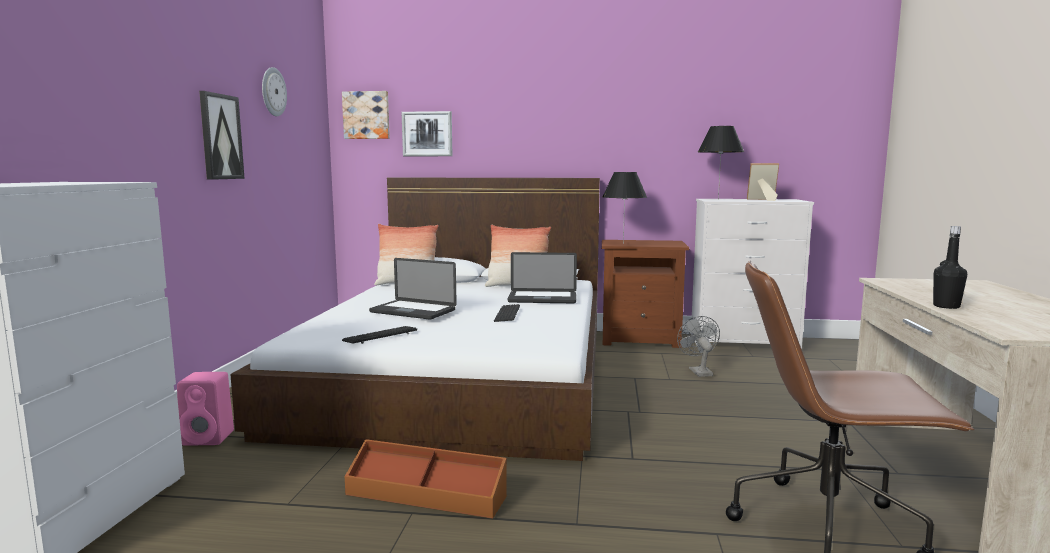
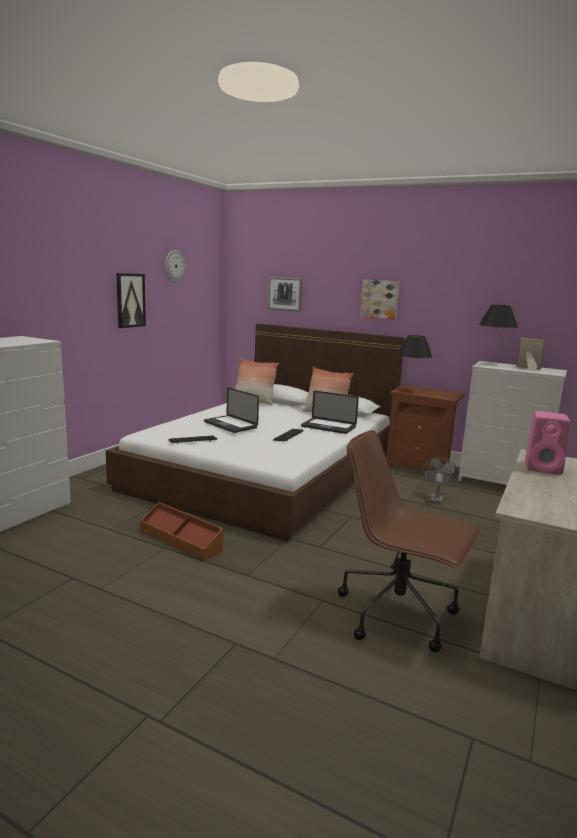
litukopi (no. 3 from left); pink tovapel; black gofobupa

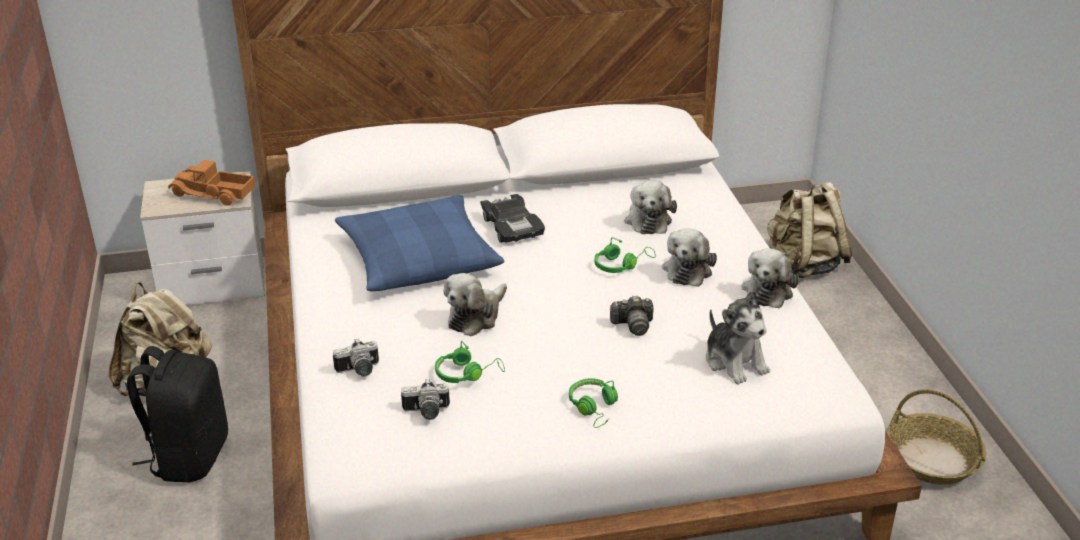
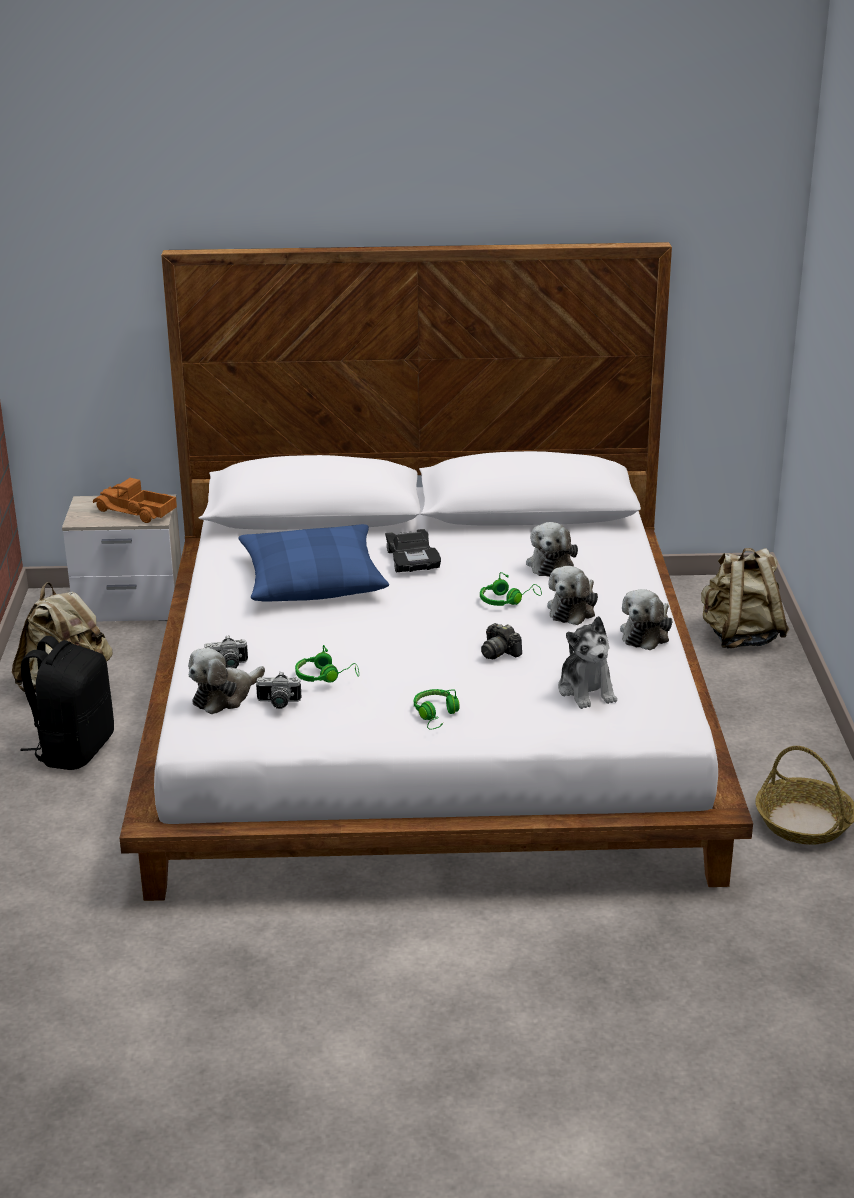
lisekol (no. 1 from left); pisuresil (no. 3 from left)

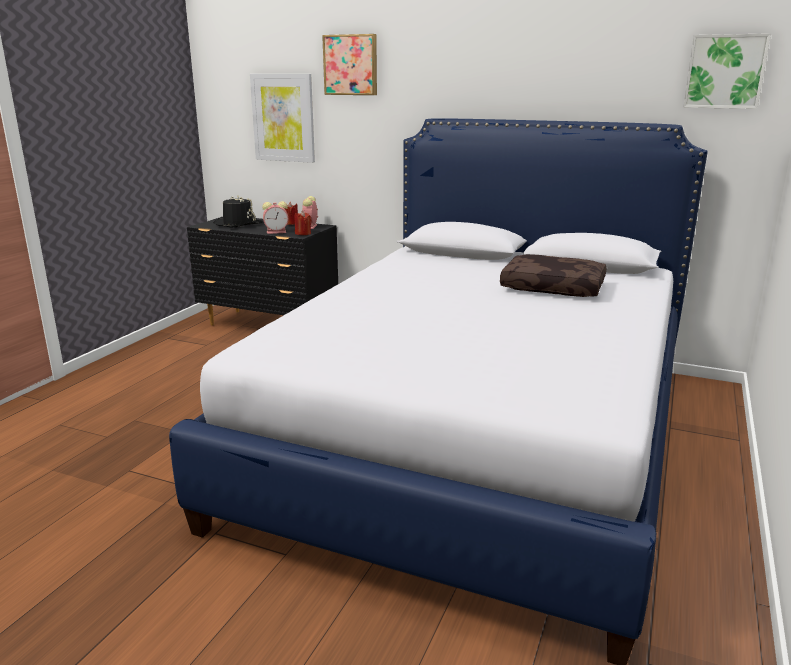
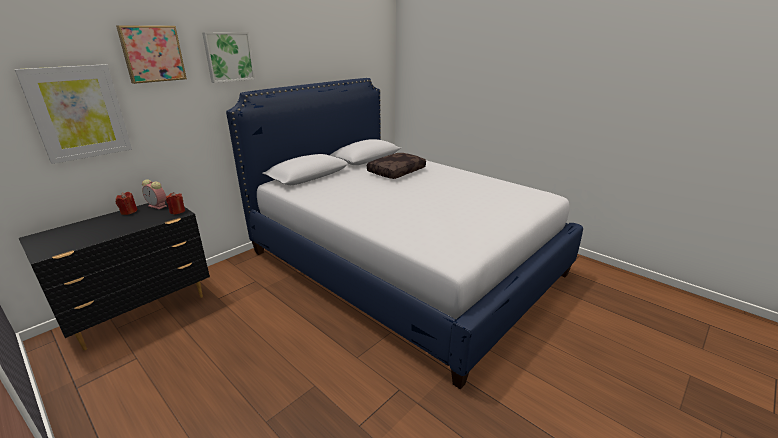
litukopi (no. 3 from left); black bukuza; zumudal (no. 1 from left in the first image)

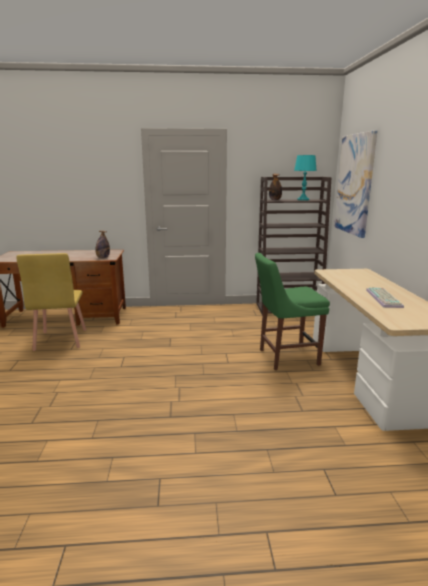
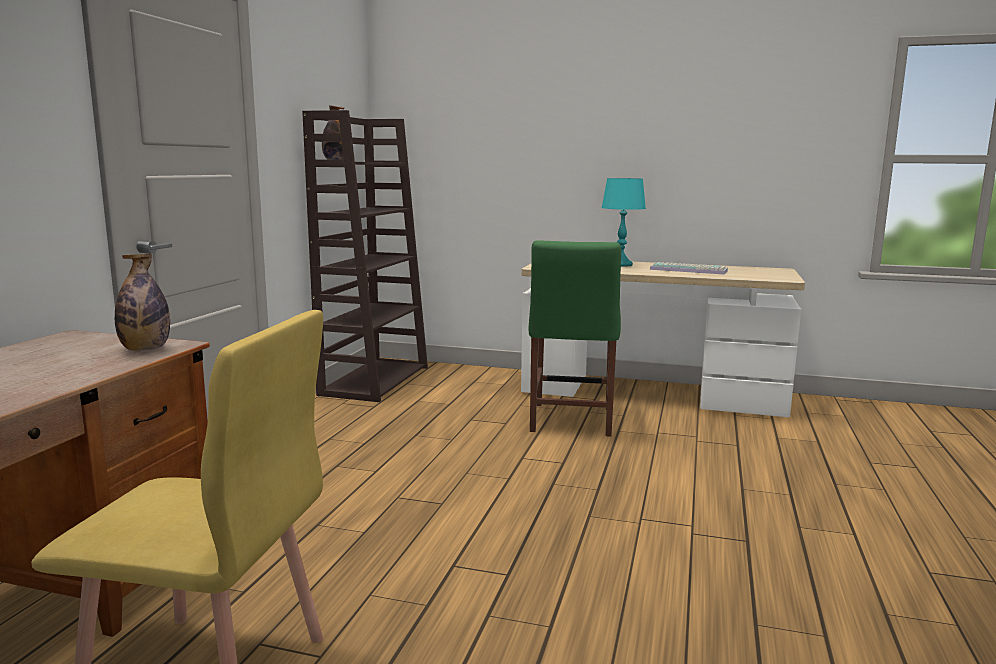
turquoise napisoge; litukopi

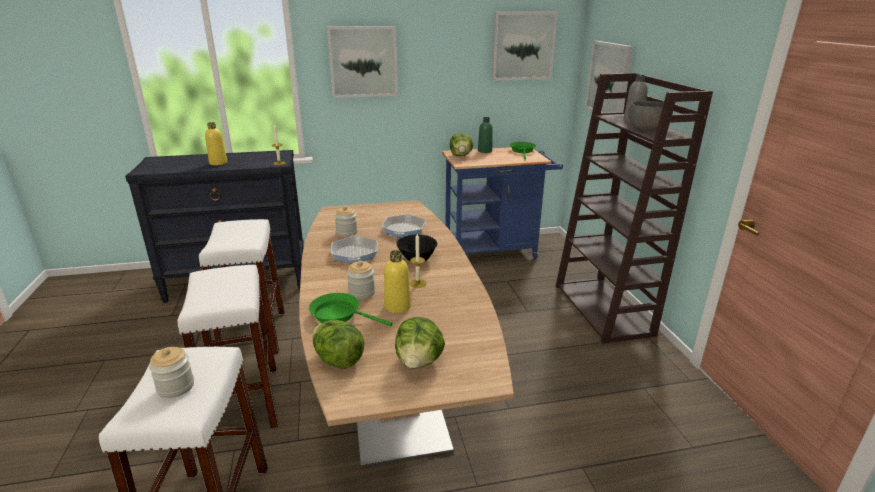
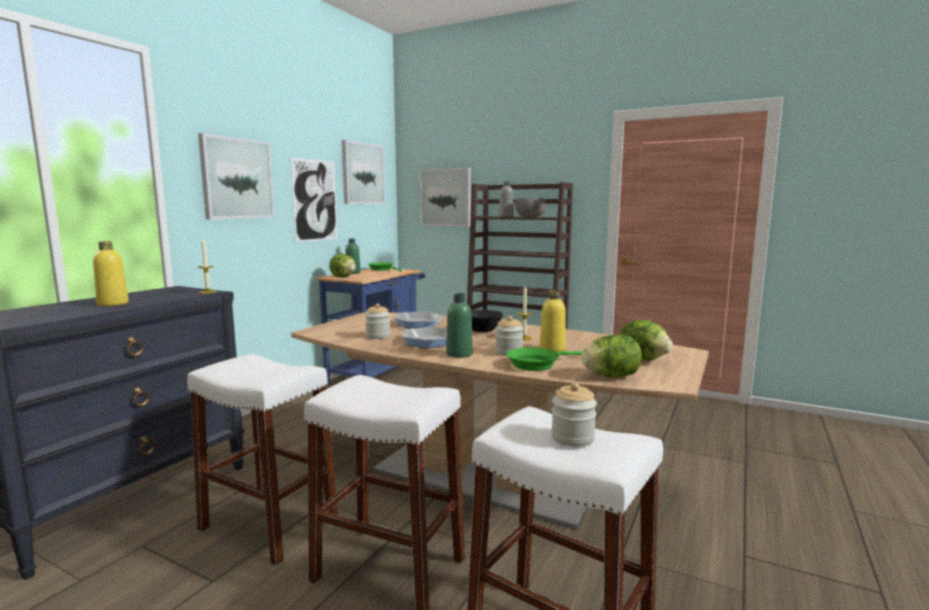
litukopi (no. 2 from left); green gofobupa (no. 2 from left)

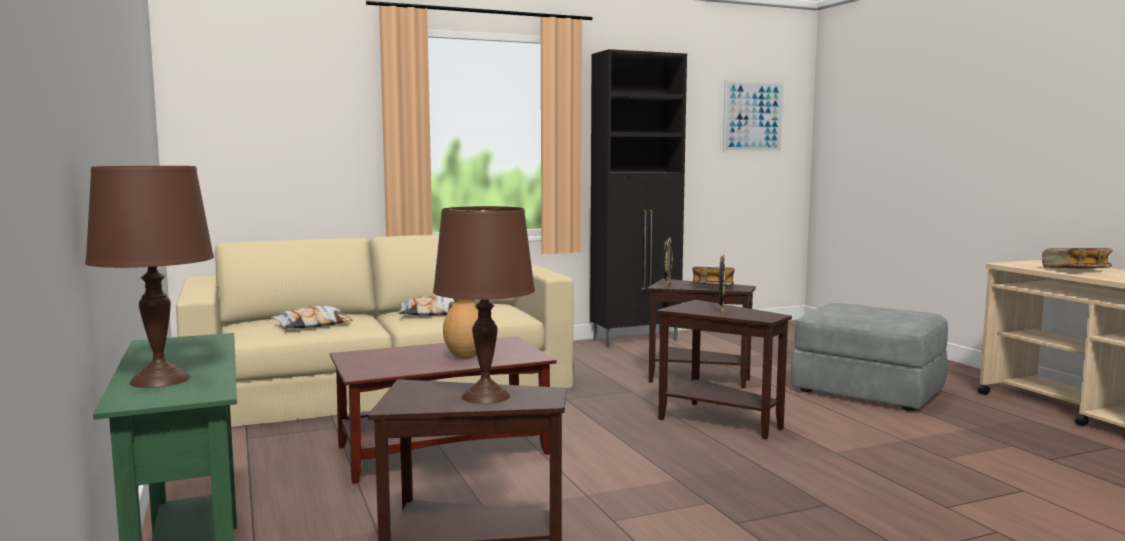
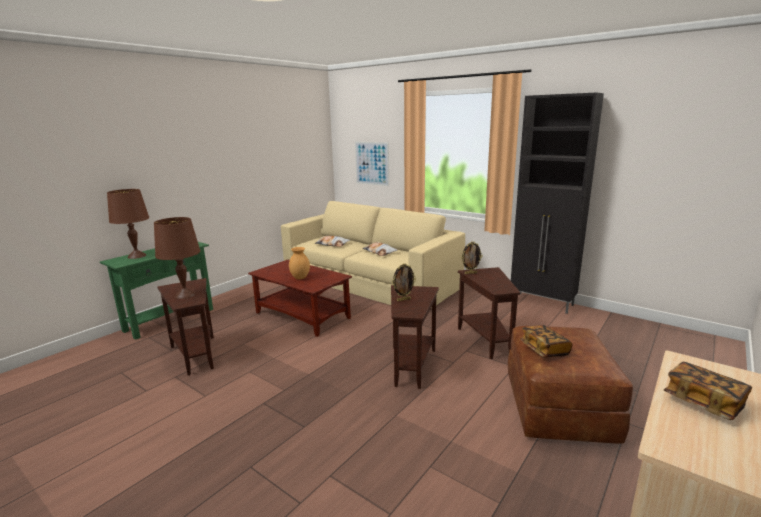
litukopi; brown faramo; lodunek (no. 1 from left)

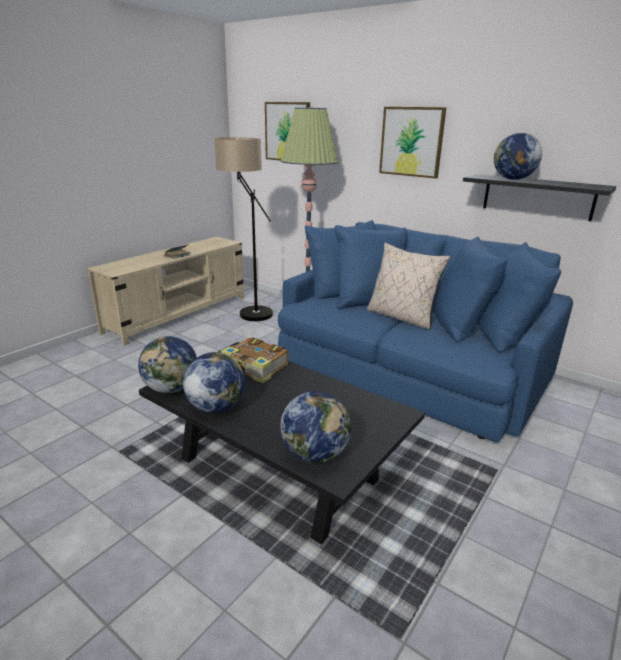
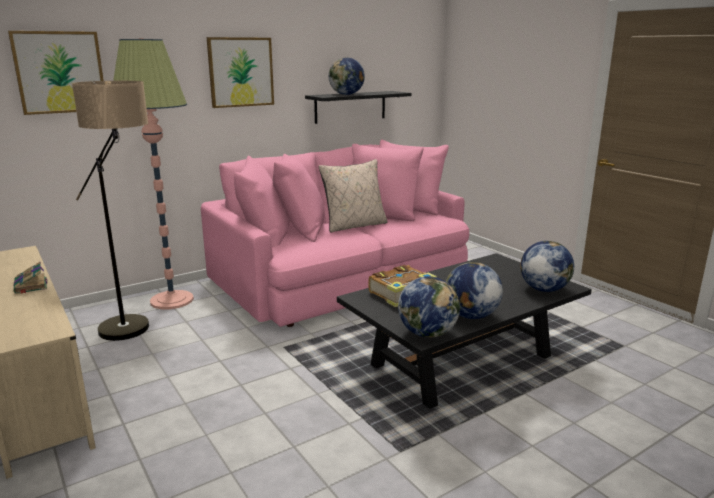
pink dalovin

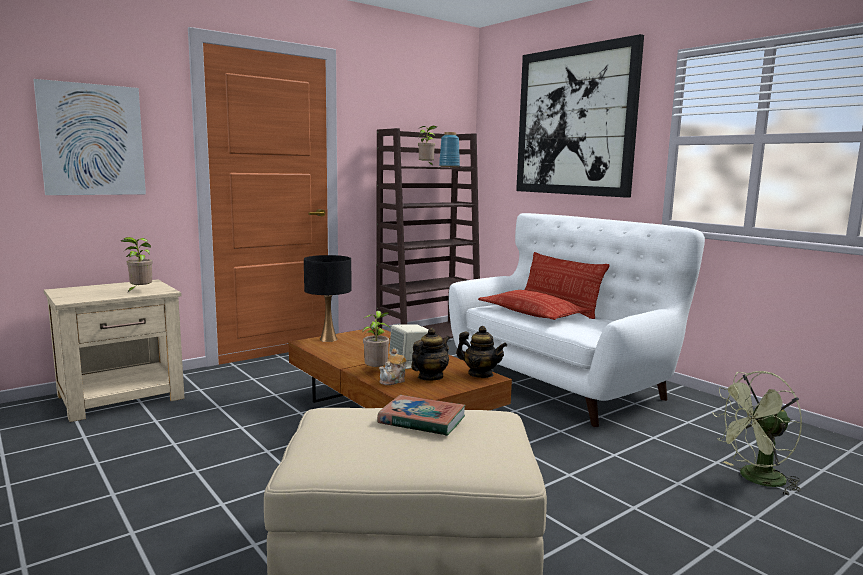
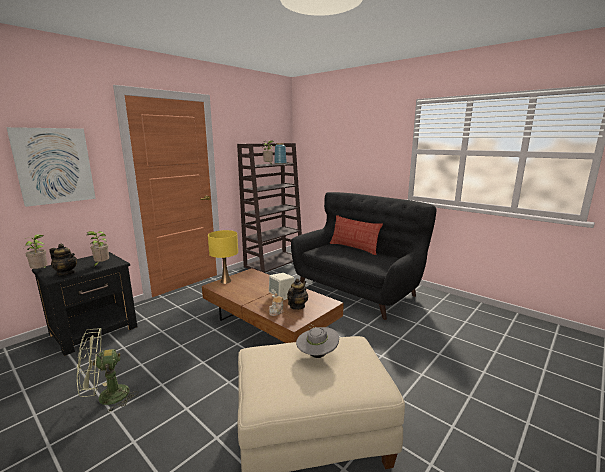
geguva (no. 1 from left); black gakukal; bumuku (no. 1 from left); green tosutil; yellow napisoge; black dalovin; grey bukuza; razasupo (no. 1 from left in the first image); litukopi (no. 2 from left in the first image)

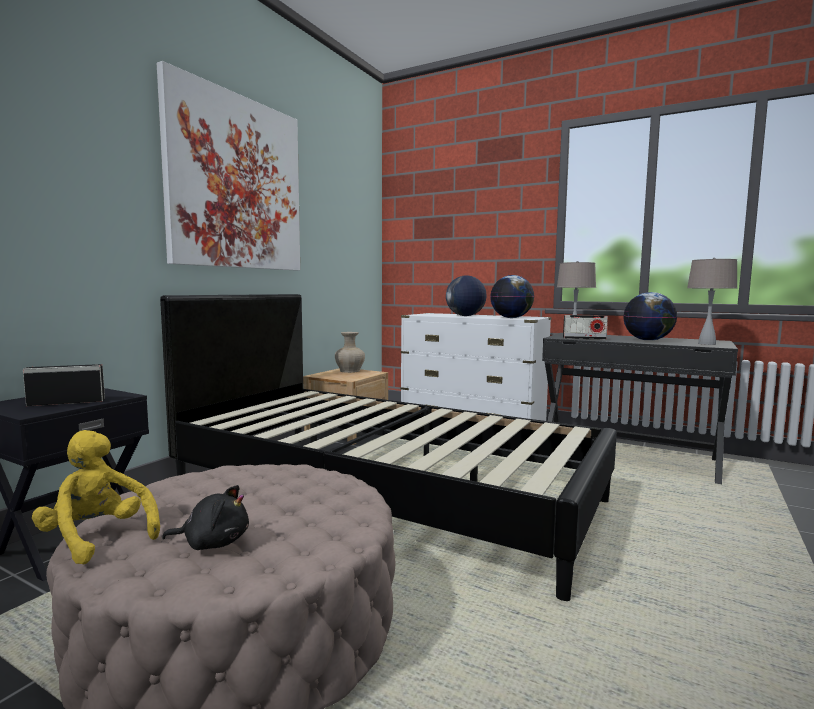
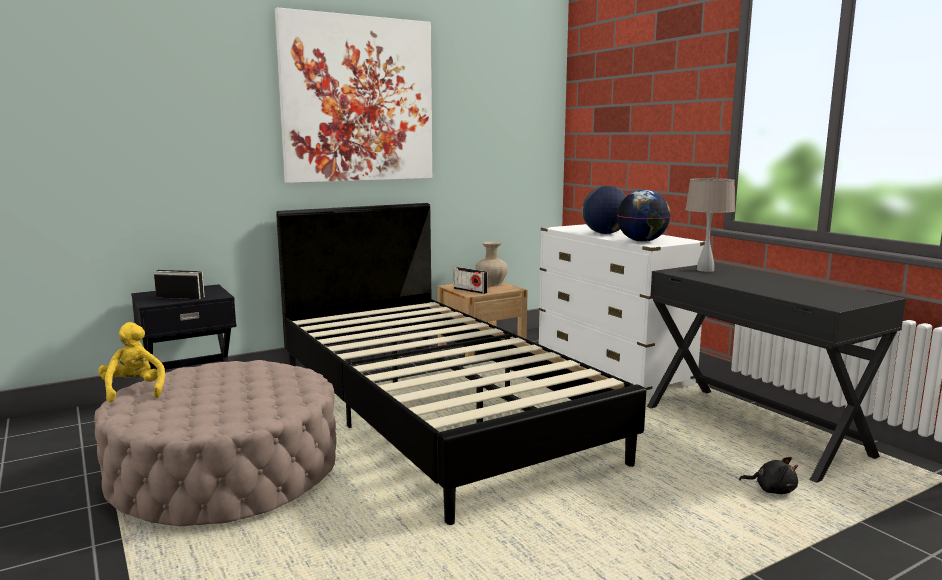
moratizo (no. 2 from left); black lisekol; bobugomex (no. 3 from left in the first image); beige napisoge (no. 2 from left in the first image)

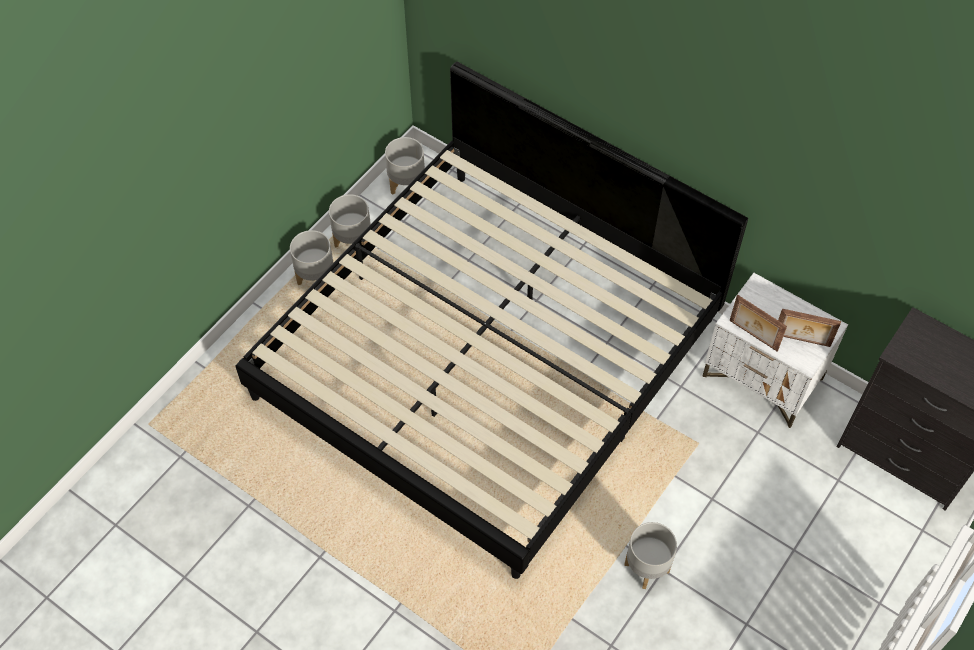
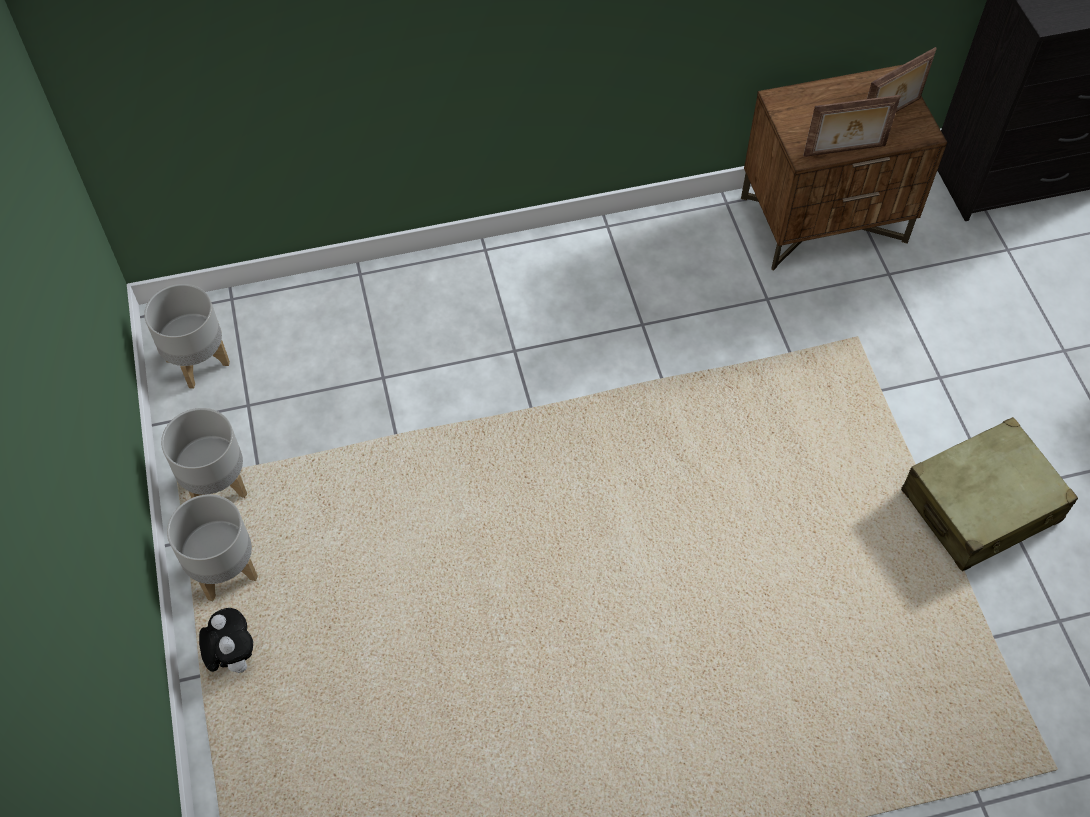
lisekol; brown gakukal; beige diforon; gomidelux

